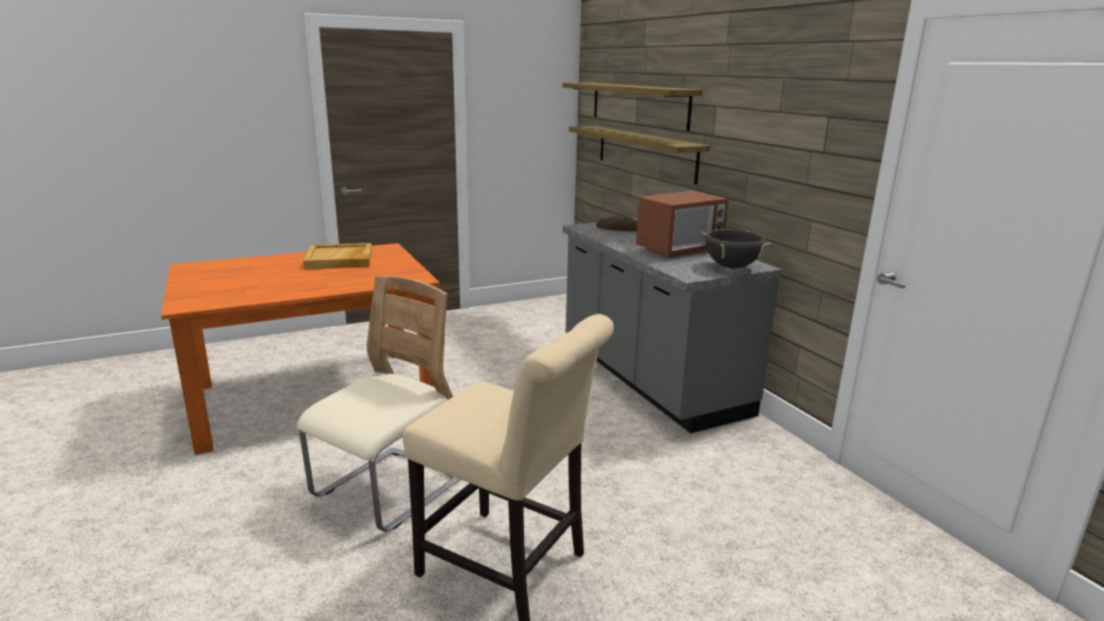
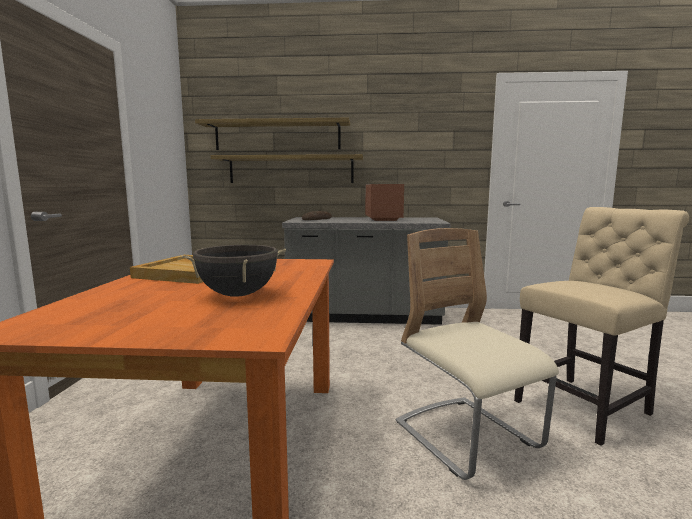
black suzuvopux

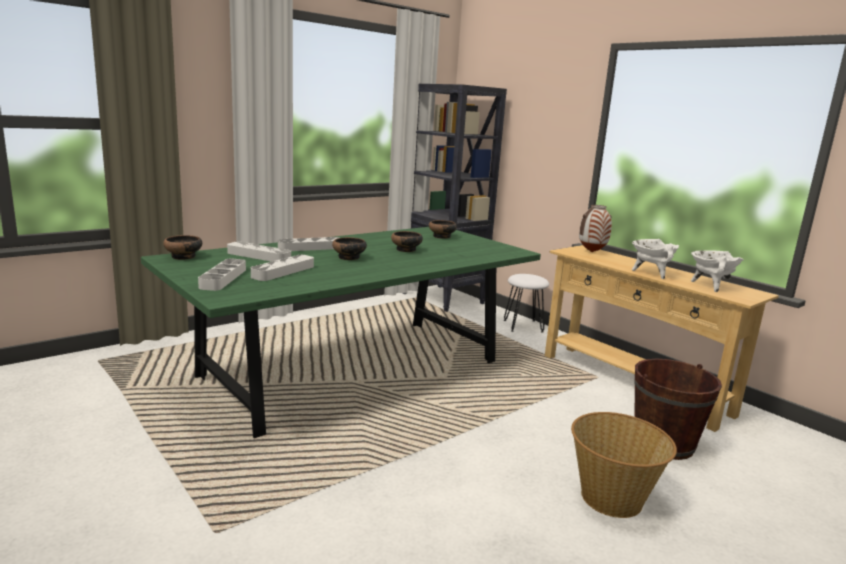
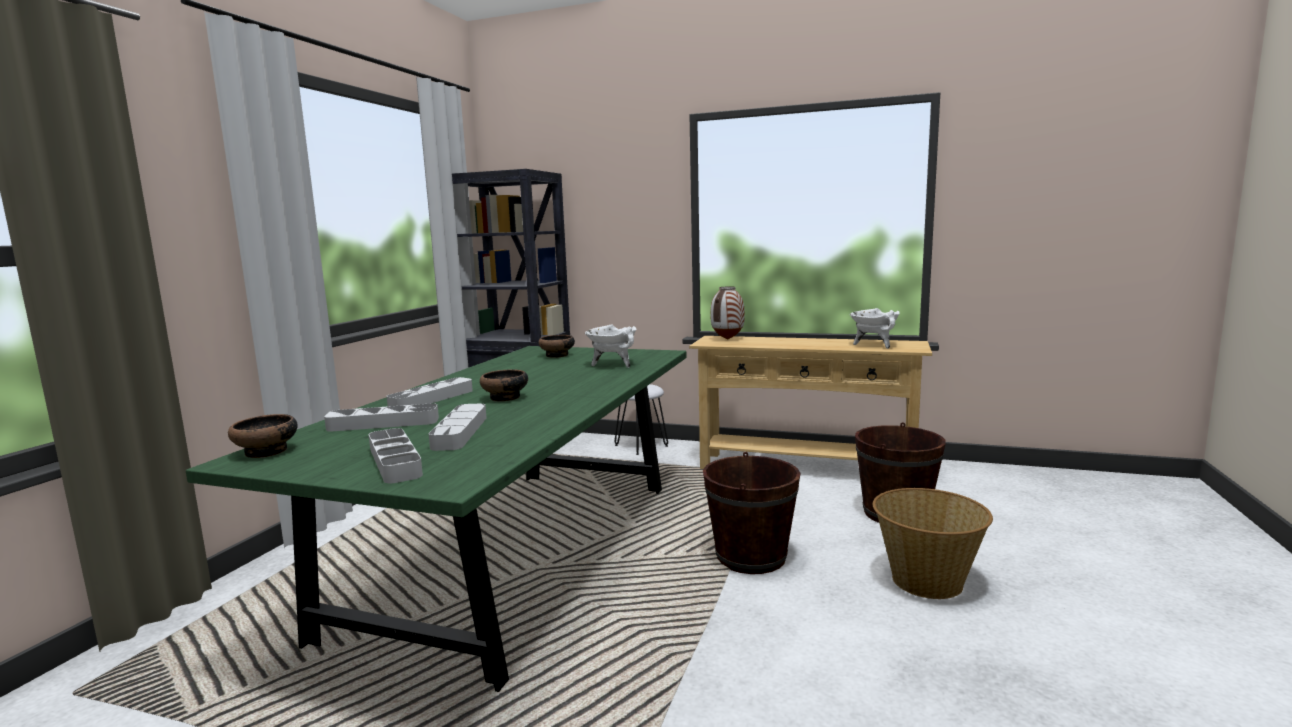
white suzuvopux (no. 1 from left); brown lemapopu (no. 1 from left); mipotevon (no. 3 from left in the first image)

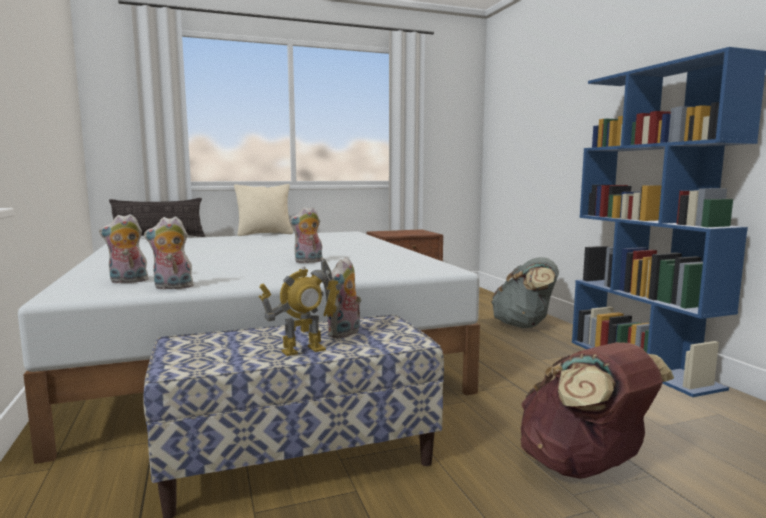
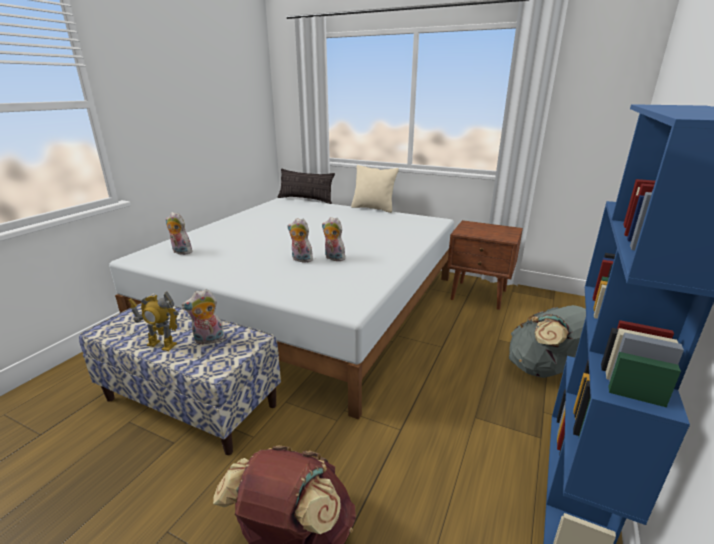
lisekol (no. 4 from left)

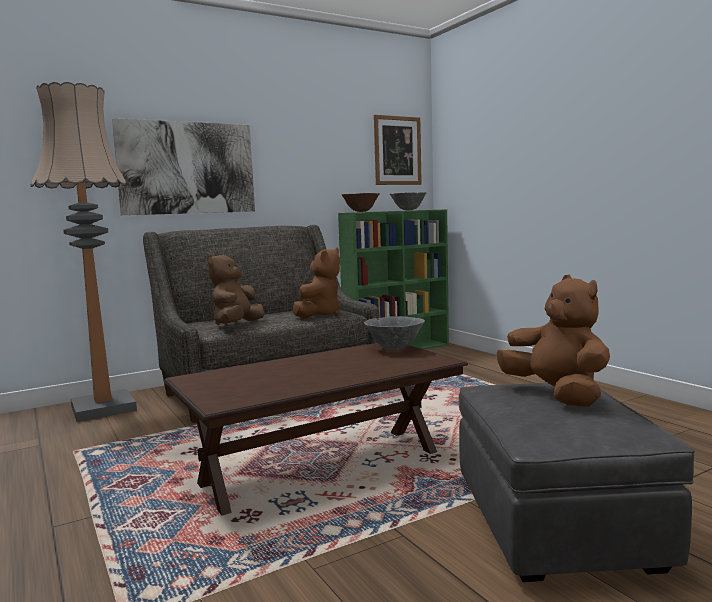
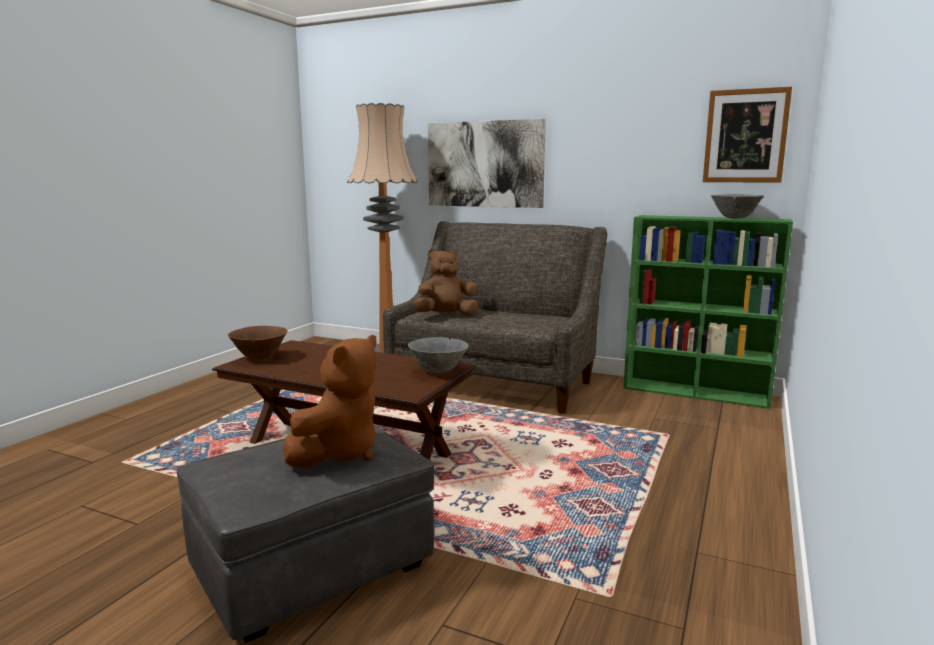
brown mipotevon; brown lisekol (no. 2 from left in the first image)

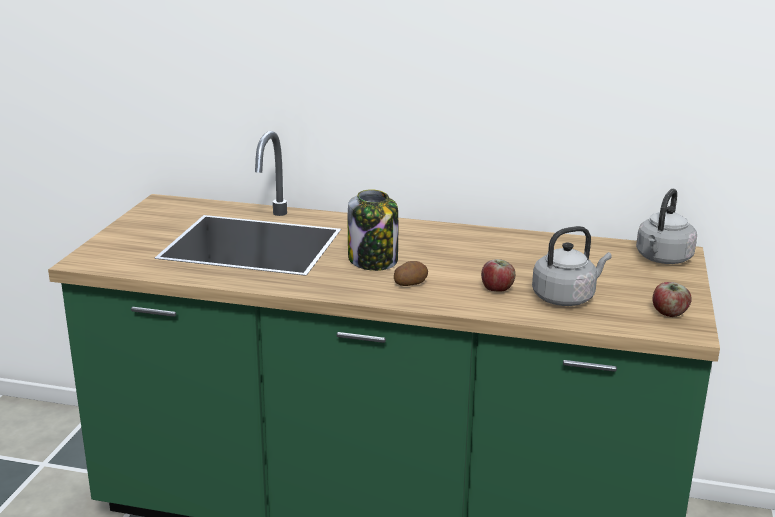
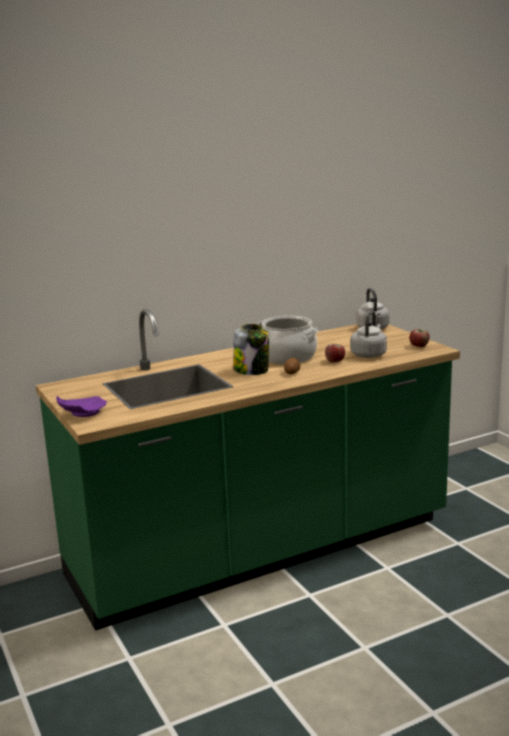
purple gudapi; suzuvopux

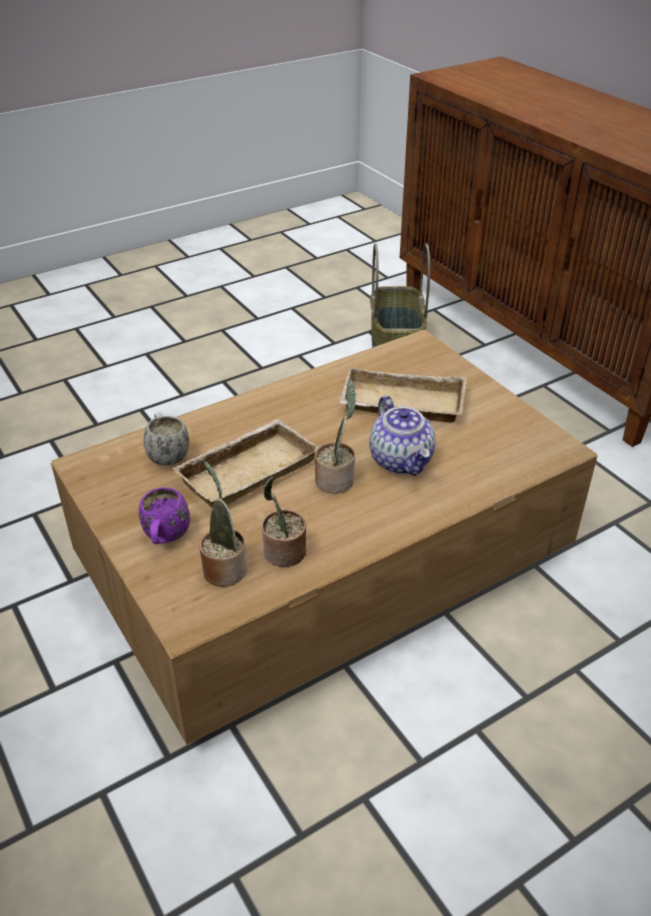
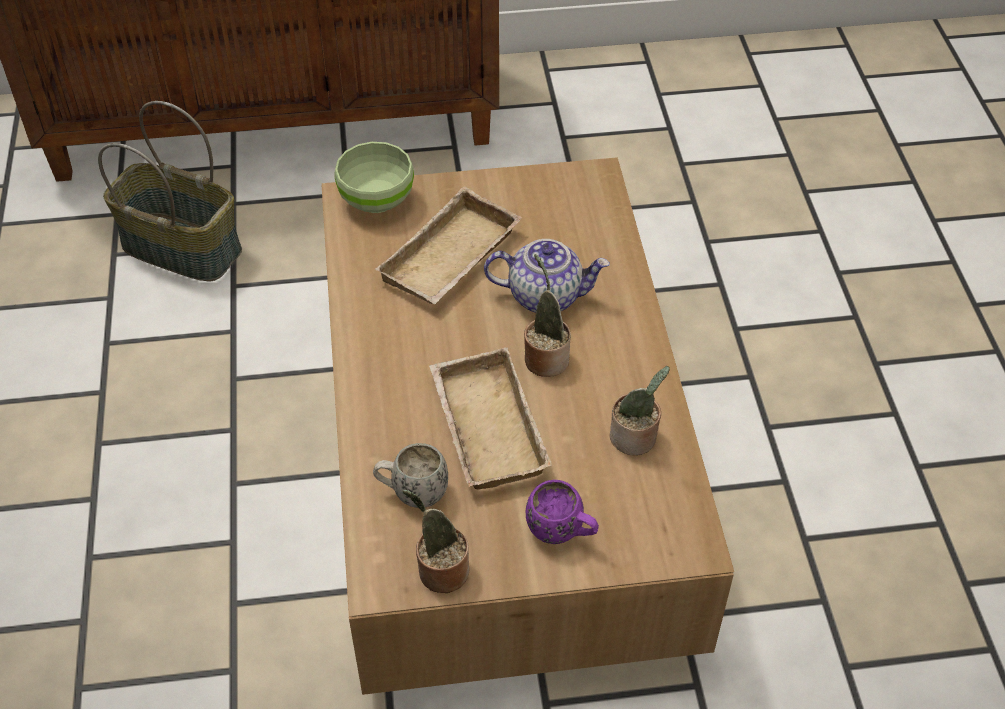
green mipotevon; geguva (no. 1 from left)

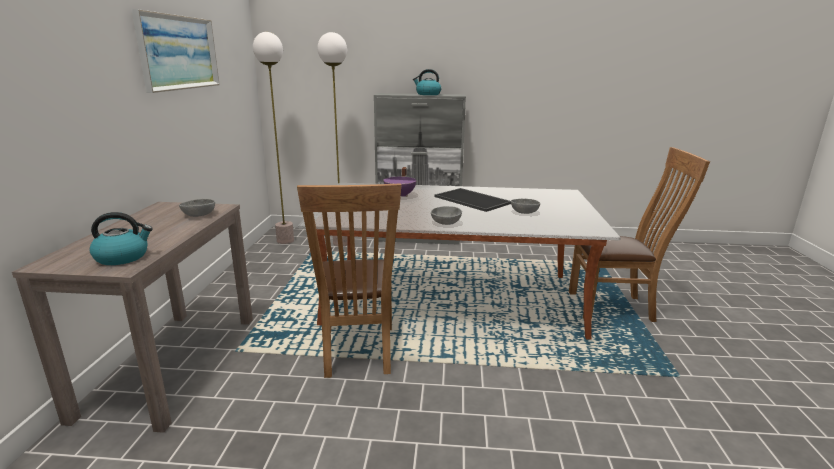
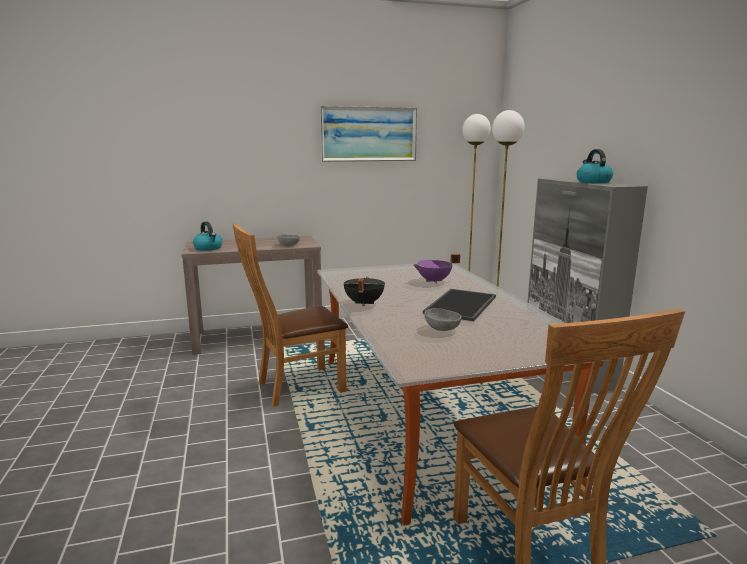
black suzuvopux

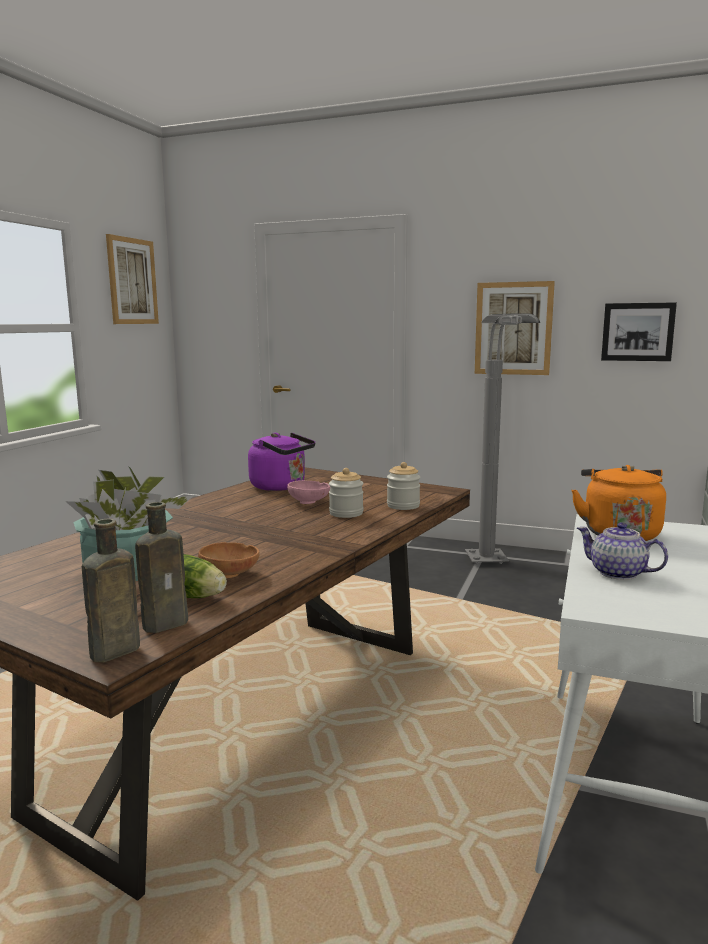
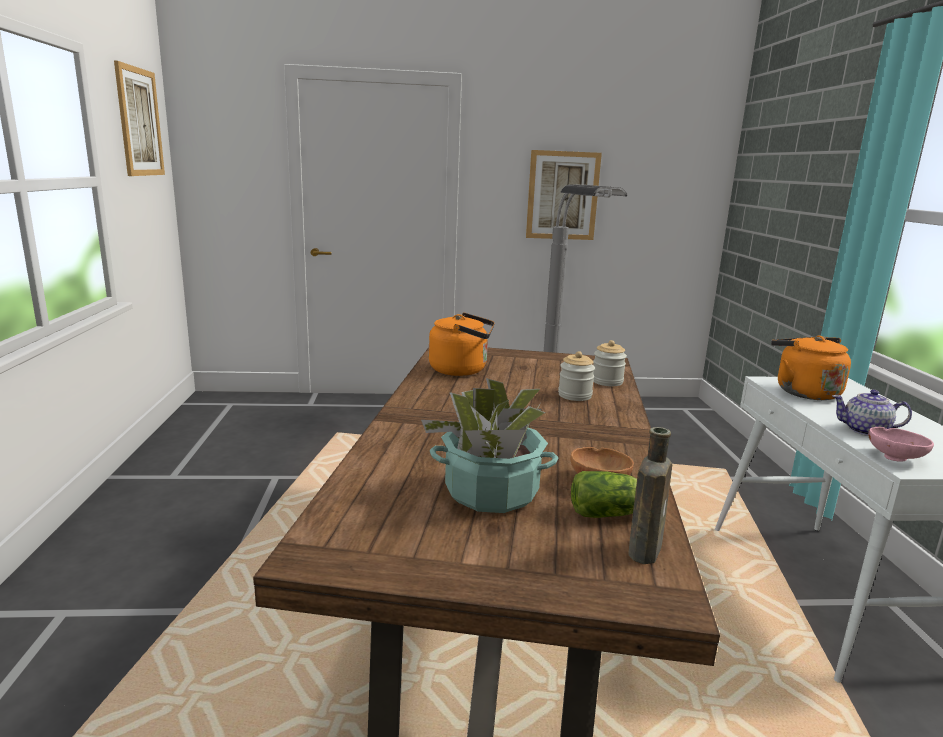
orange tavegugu (no. 1 from left); pink mipotevon; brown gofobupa (no. 1 from left in the first image); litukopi (no. 3 from left in the first image)

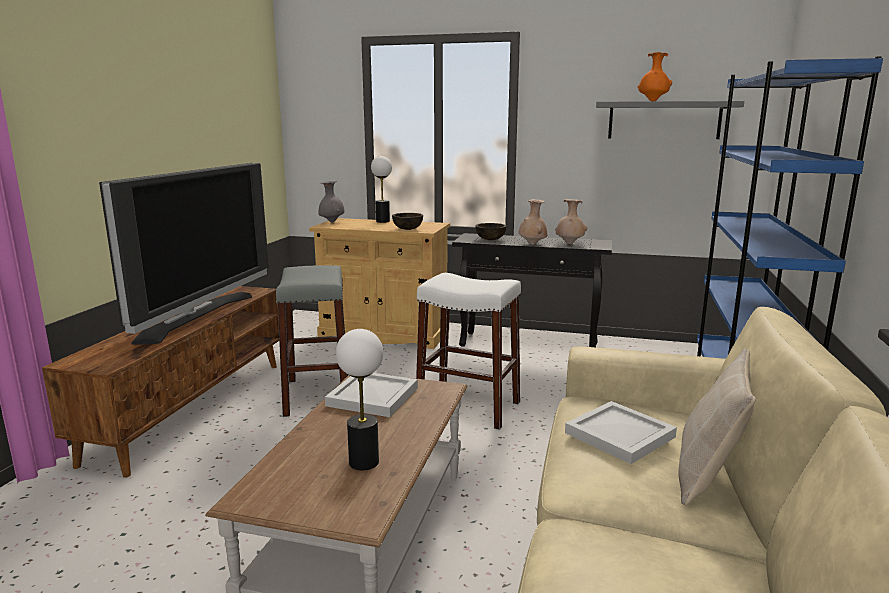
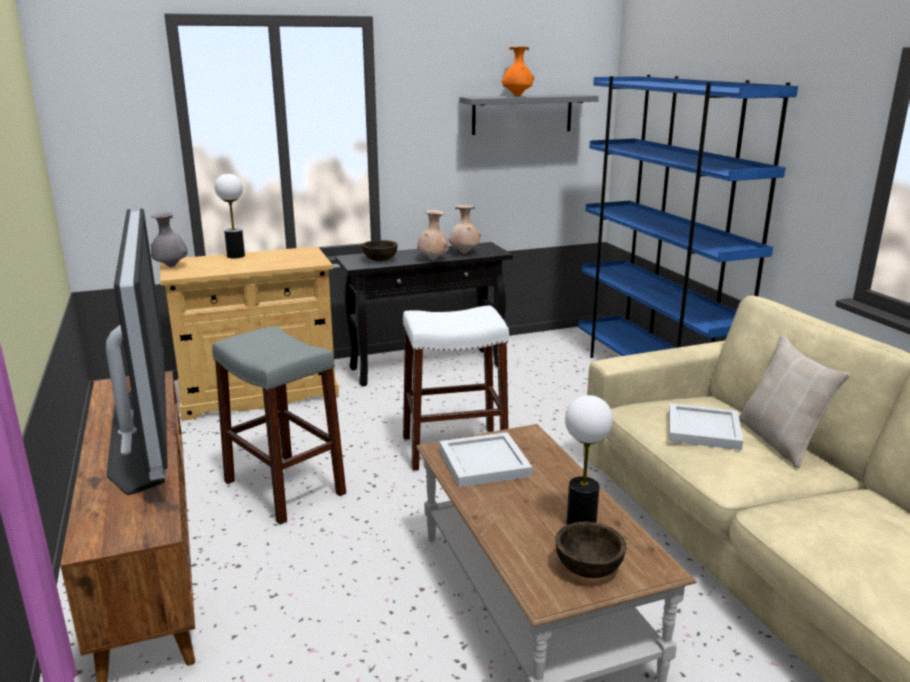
brown mipotevon (no. 2 from left)

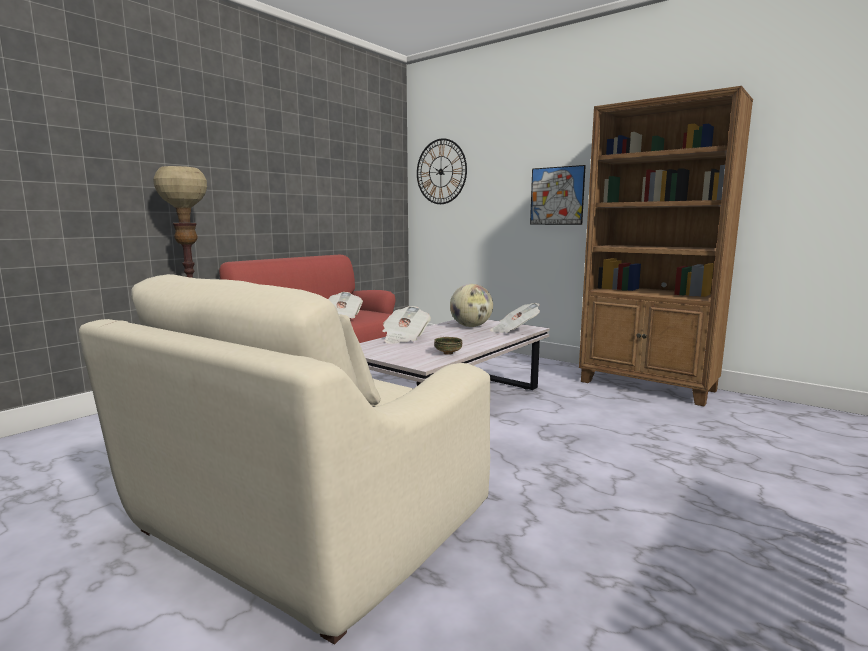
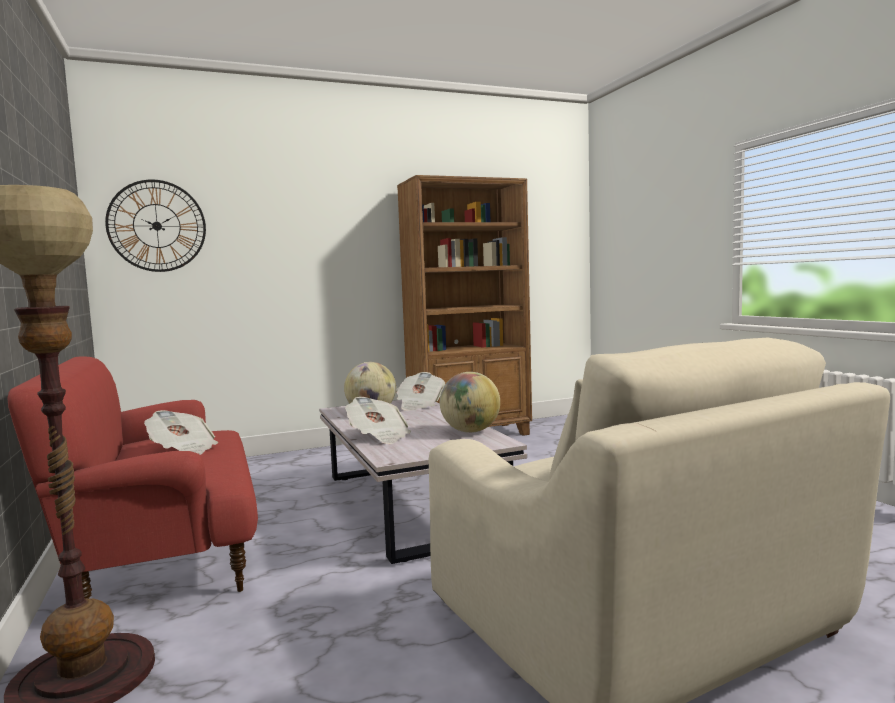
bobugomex (no. 2 from left); litukopi

